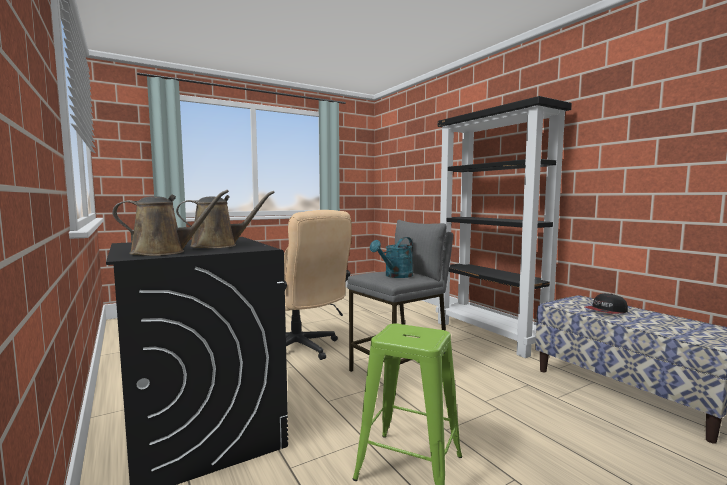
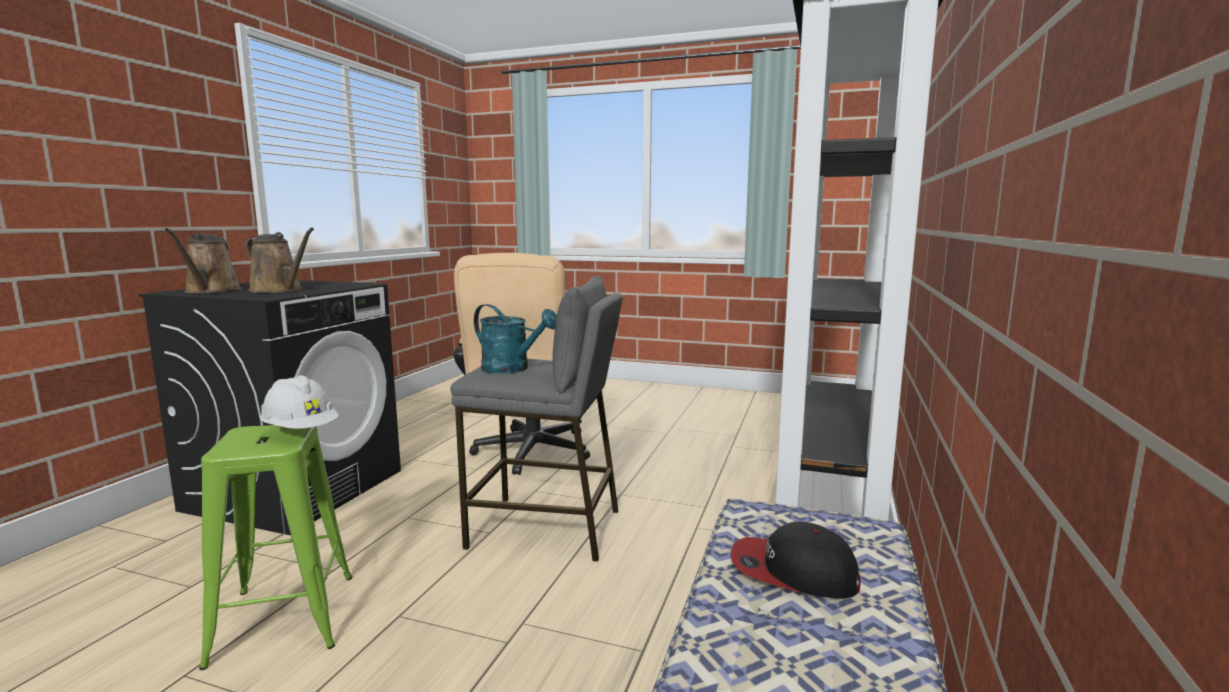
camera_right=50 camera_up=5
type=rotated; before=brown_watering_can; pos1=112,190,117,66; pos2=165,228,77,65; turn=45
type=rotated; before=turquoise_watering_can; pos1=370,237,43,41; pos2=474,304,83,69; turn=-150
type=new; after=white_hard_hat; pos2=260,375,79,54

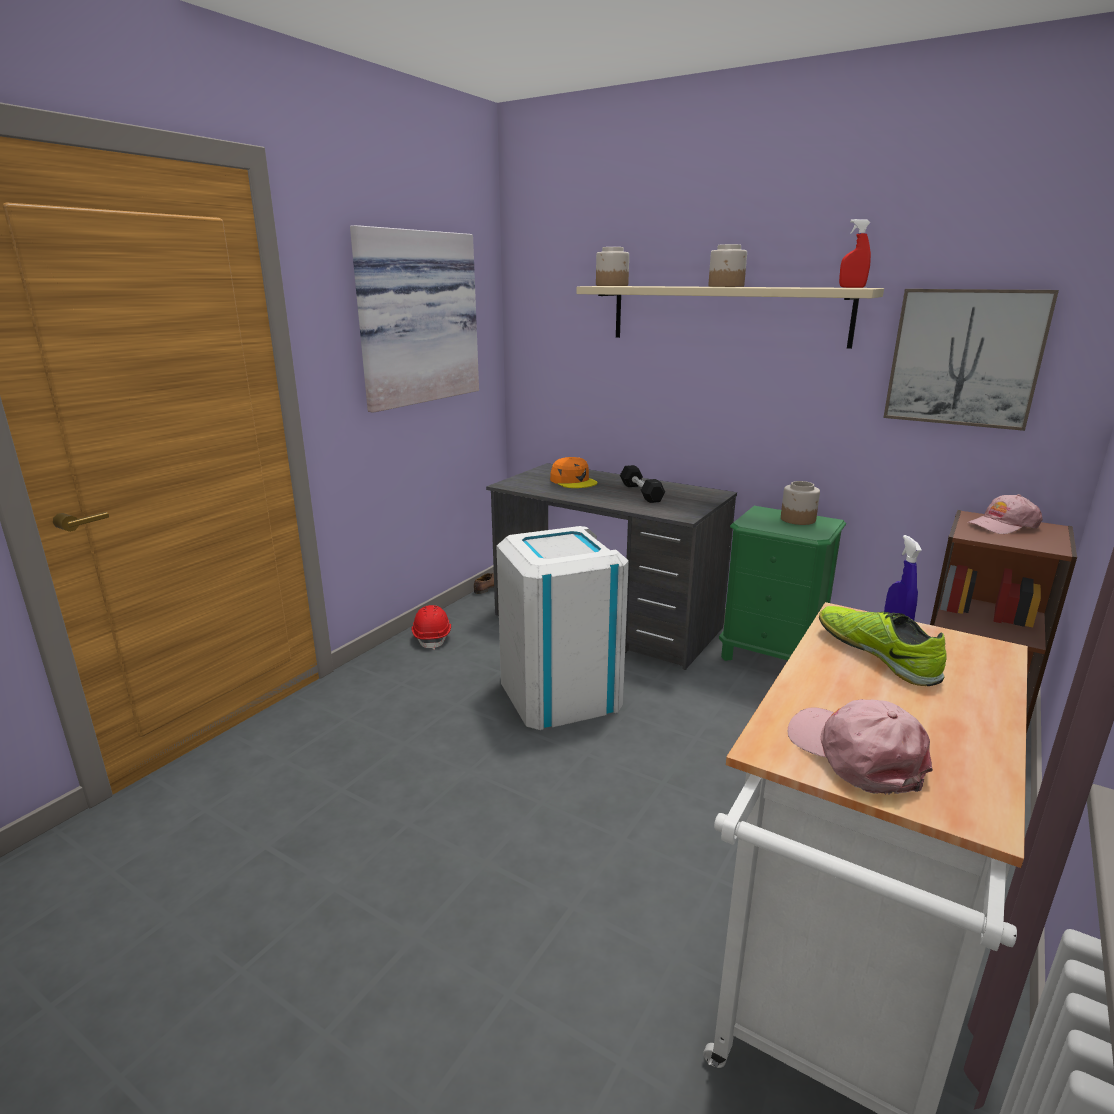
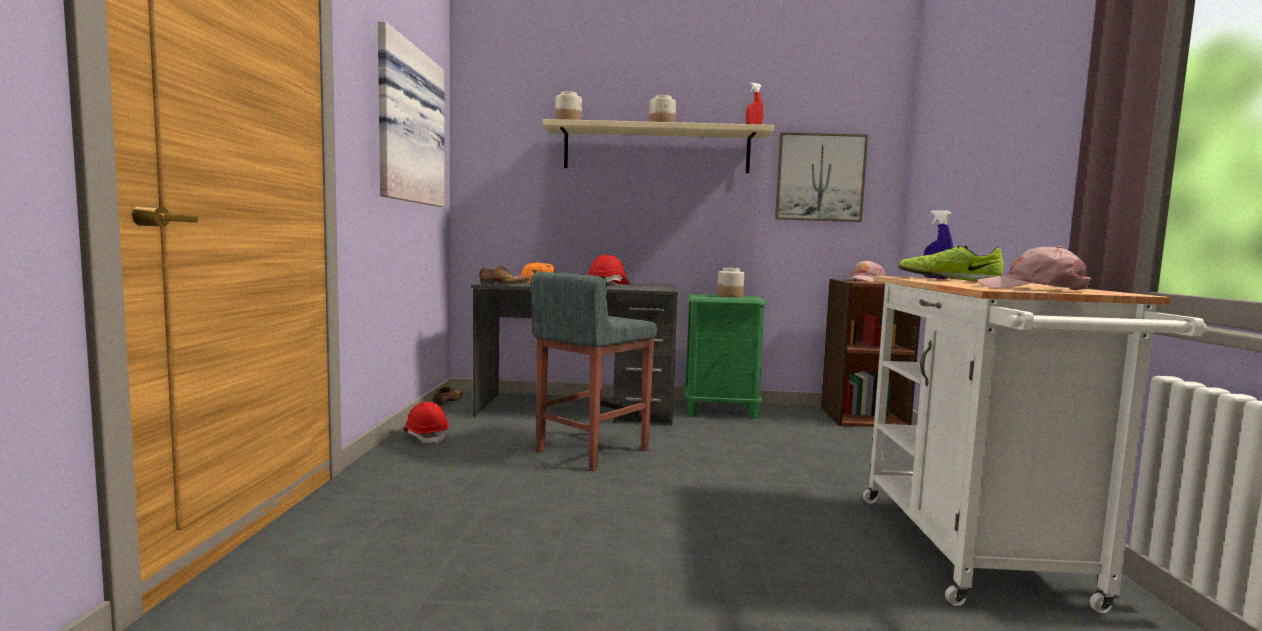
camera_right=-30 camera_up=-15
type=swapped; before=white_trash_can; after=grey_stool; pos1=496,526,133,204; pos2=531,272,126,199
type=swapped; before=black_dumbbell; after=red_hard_hat; pos1=620,465,45,38; pos2=588,255,42,30
type=new; after=shoe; pos2=479,266,50,18

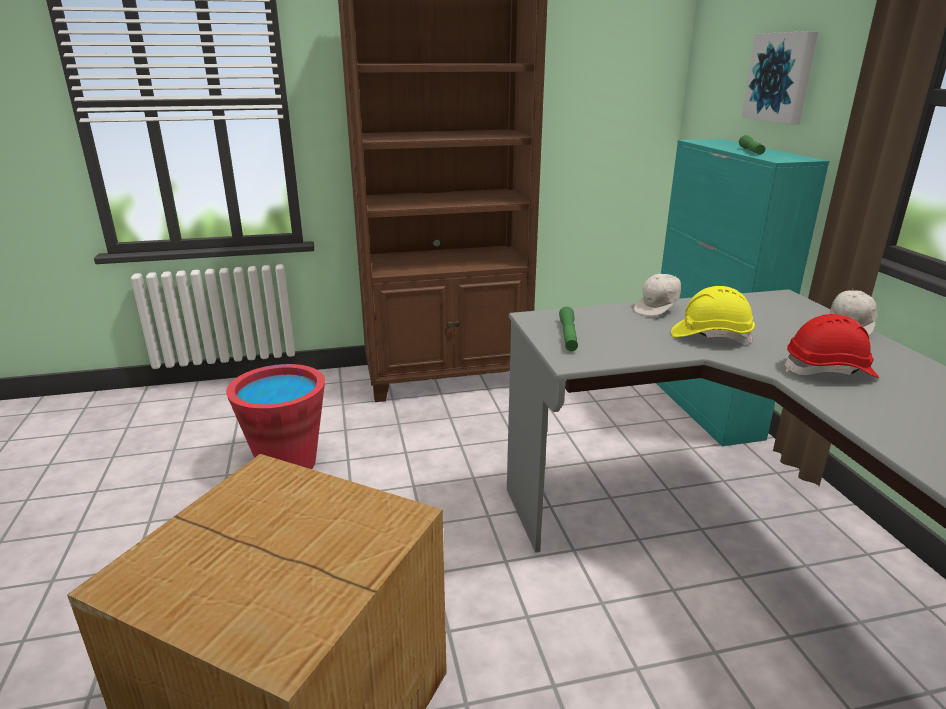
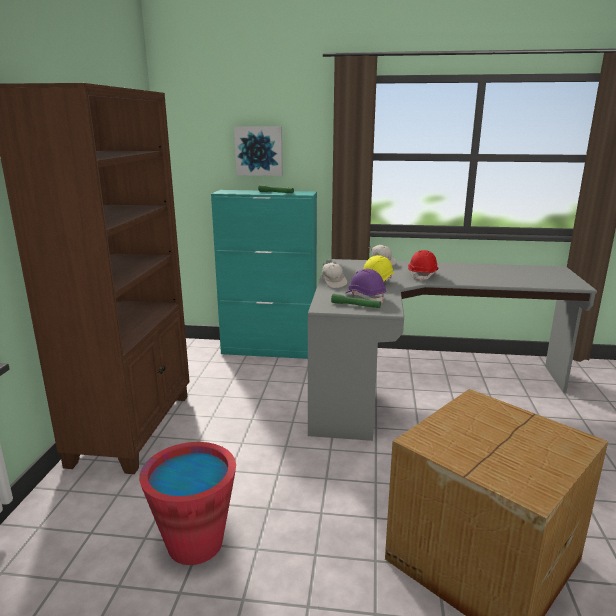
camera_right=-70 camera_up=-5
type=new; after=purple_hard_hat; pos2=346,269,40,34

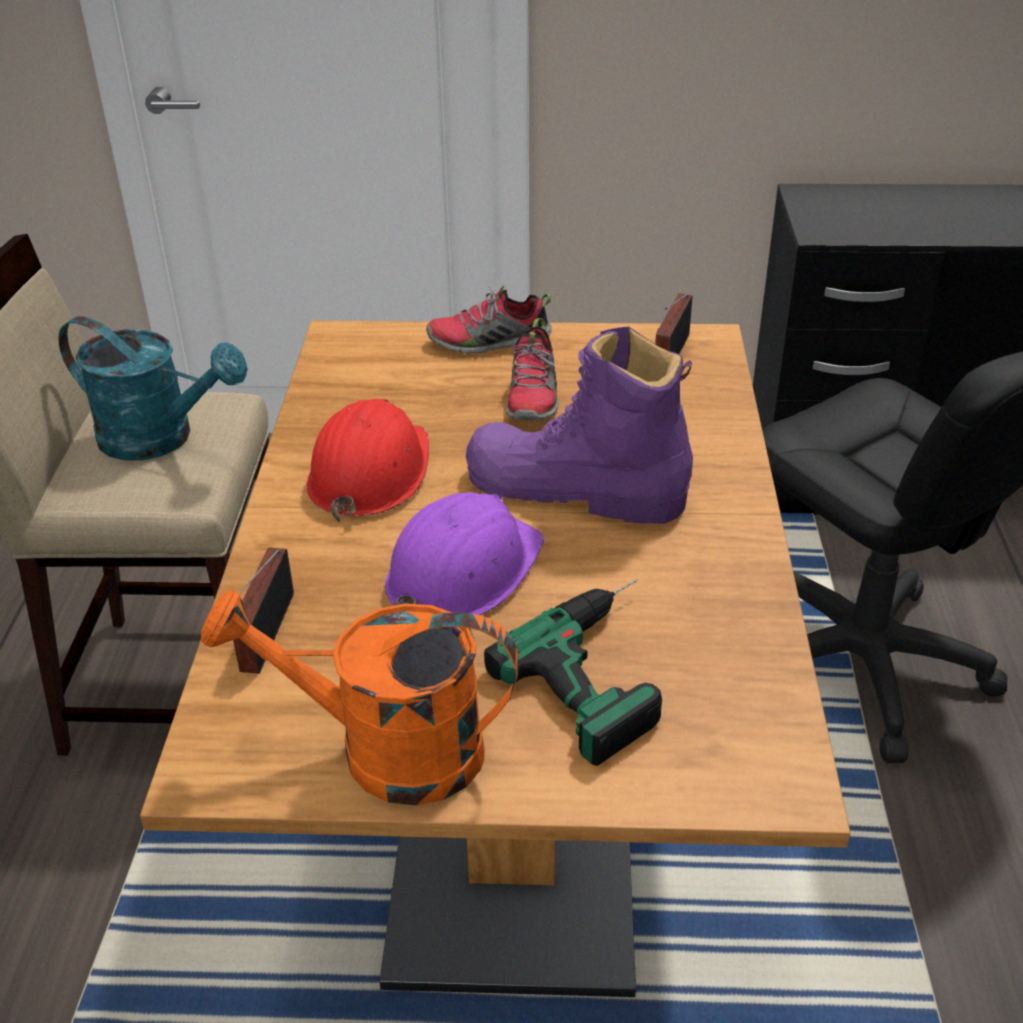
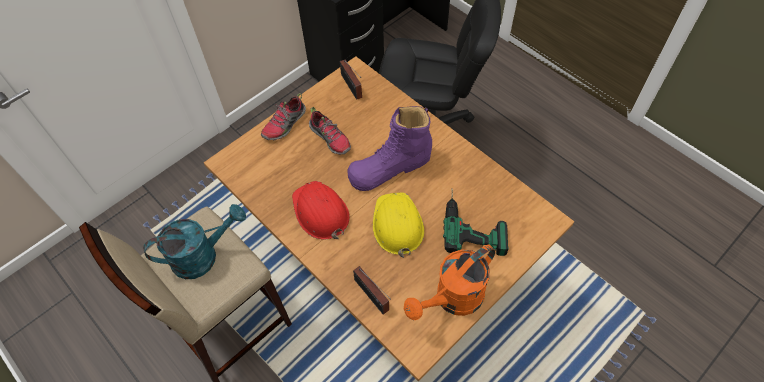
camera_right=-45 camera_up=20
type=repainted; before=purple_hard_hat; after=yellow_hard_hat; pos1=385,492,159,123; pos2=373,192,51,66

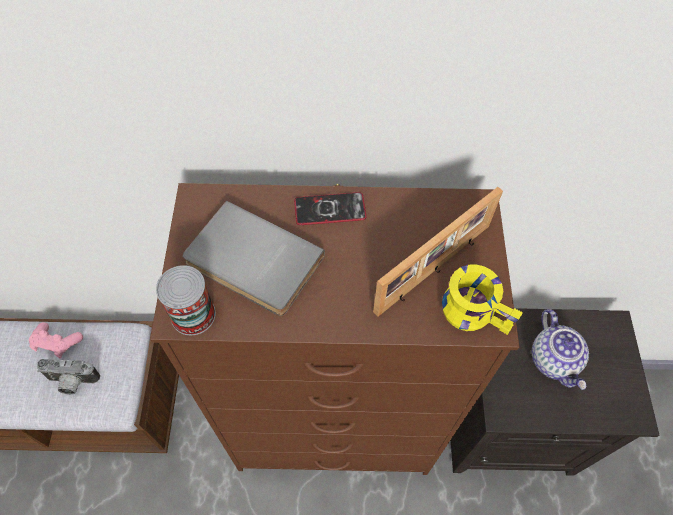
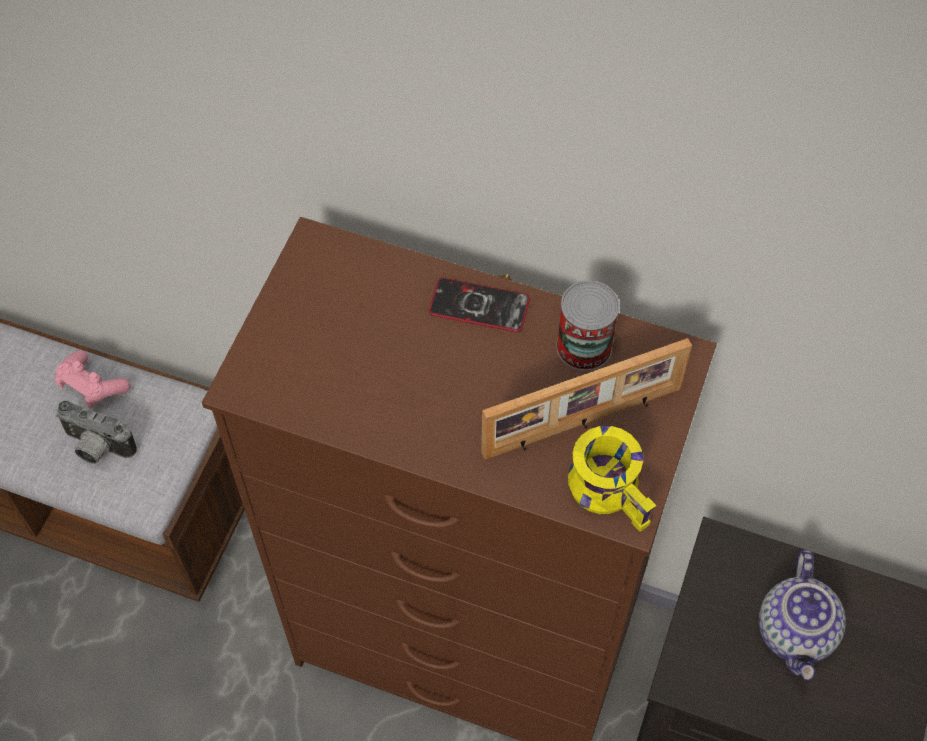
camera_right=20 camera_up=0
type=shifted; before=can; pos1=156,265,60,70; pos2=556,280,64,91
type=gone; before=grey_book; pos1=183,201,142,115

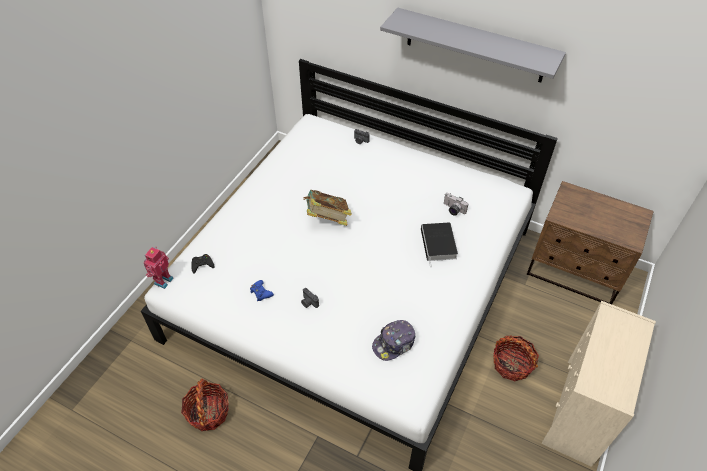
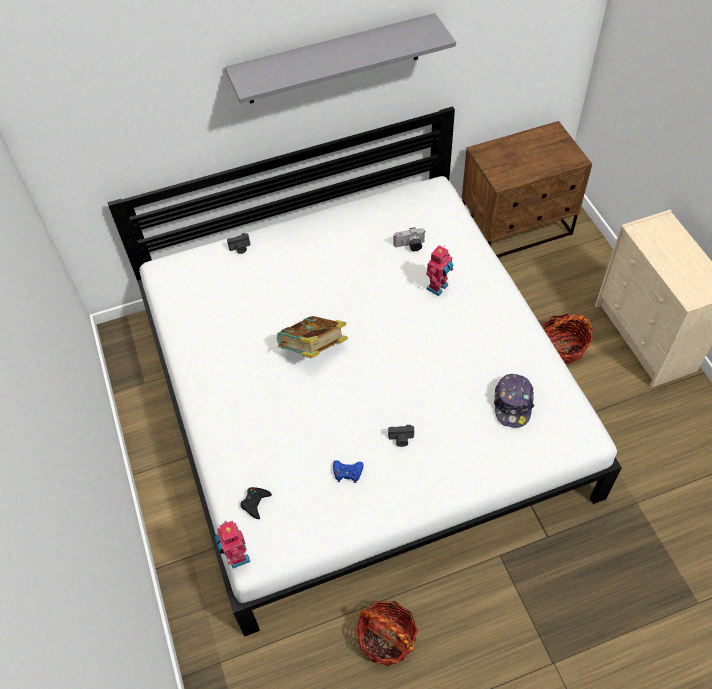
camera_right=-45 camera_up=5
type=swapped; before=book; after=toy_robot; pos1=421,222,37,45; pos2=426,245,27,51

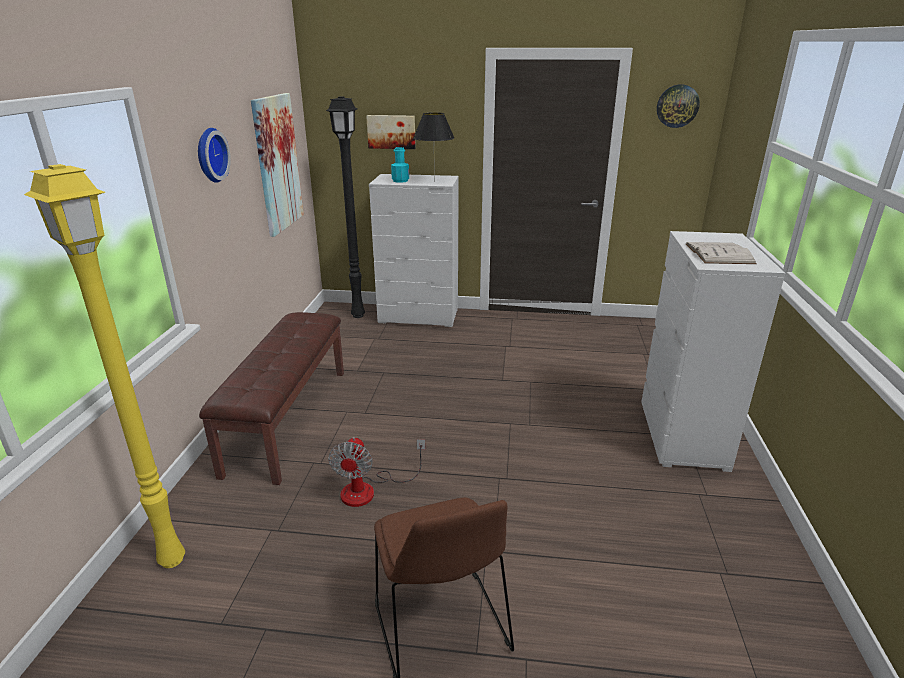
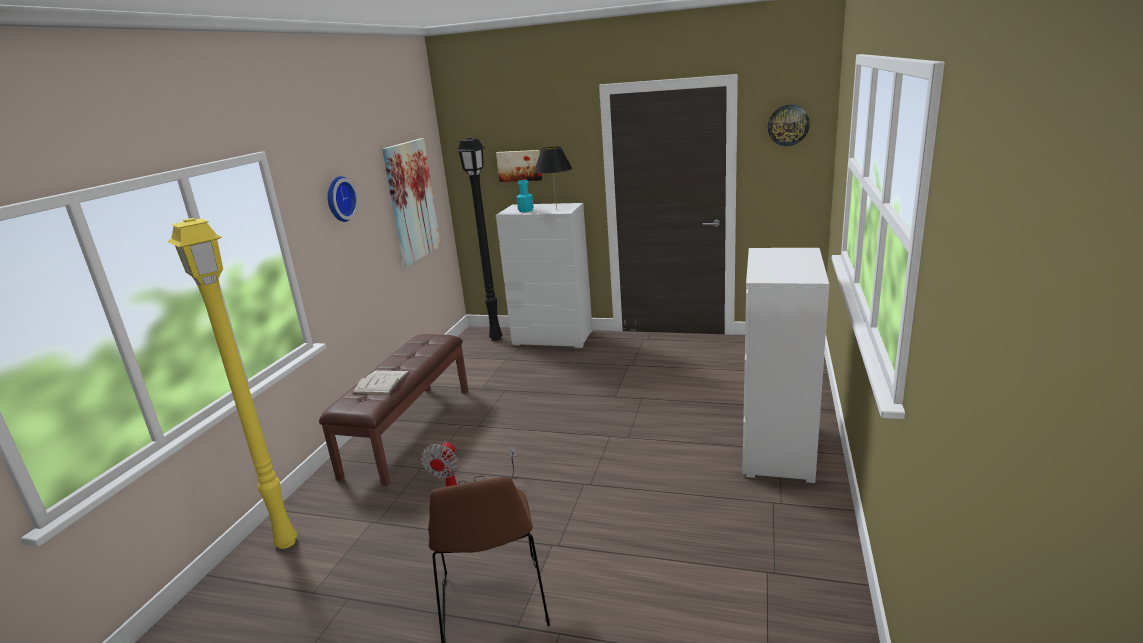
camera_right=10 camera_up=-5
type=shifted; before=white_book; pos1=685,242,72,22; pos2=352,370,58,25

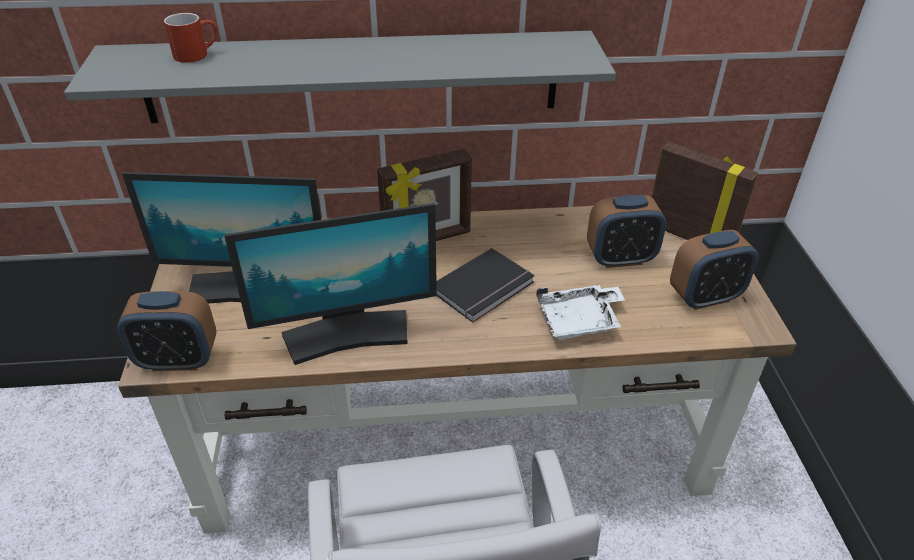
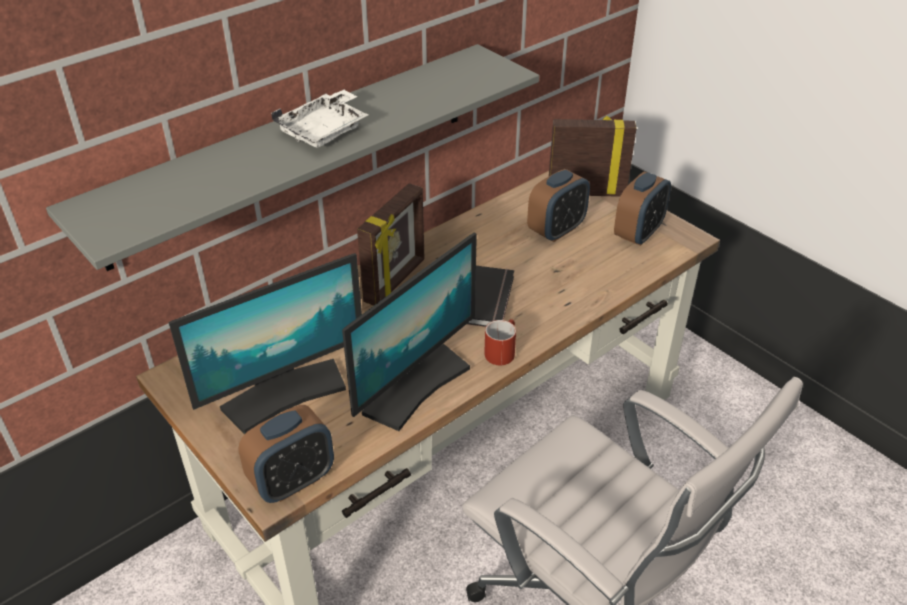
camera_right=-35 camera_up=0
type=shifted; before=red_mug; pos1=164,13,54,50; pos2=484,319,32,46
type=shifted; before=white_tray; pos1=536,285,89,55; pos2=271,90,97,58

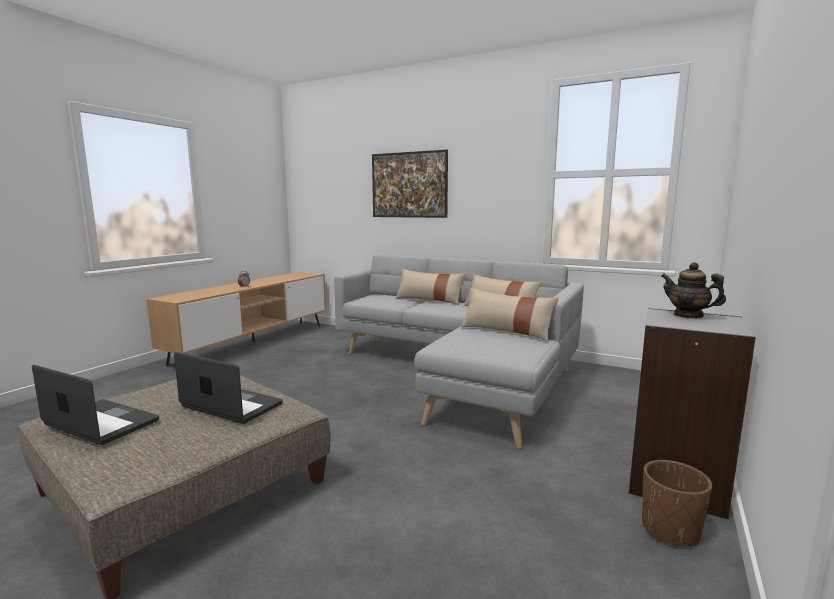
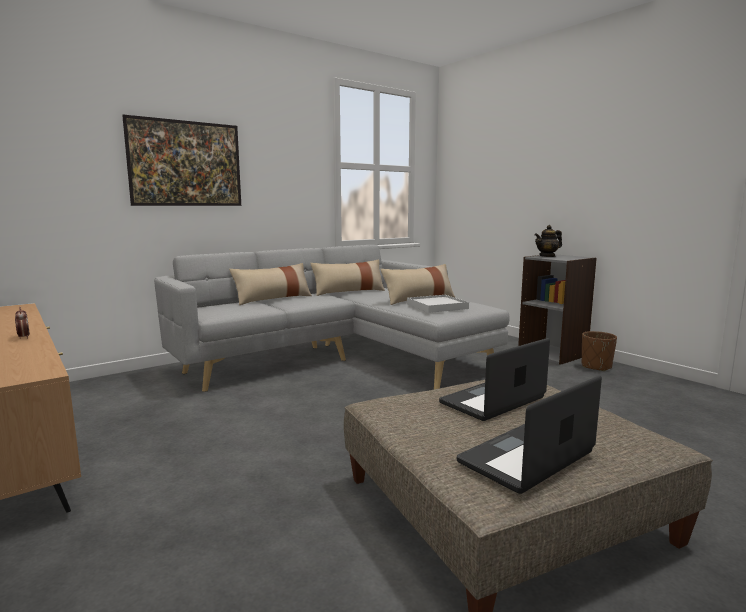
camera_right=-65 camera_up=0
type=new; after=white_tray; pos2=407,295,62,18

